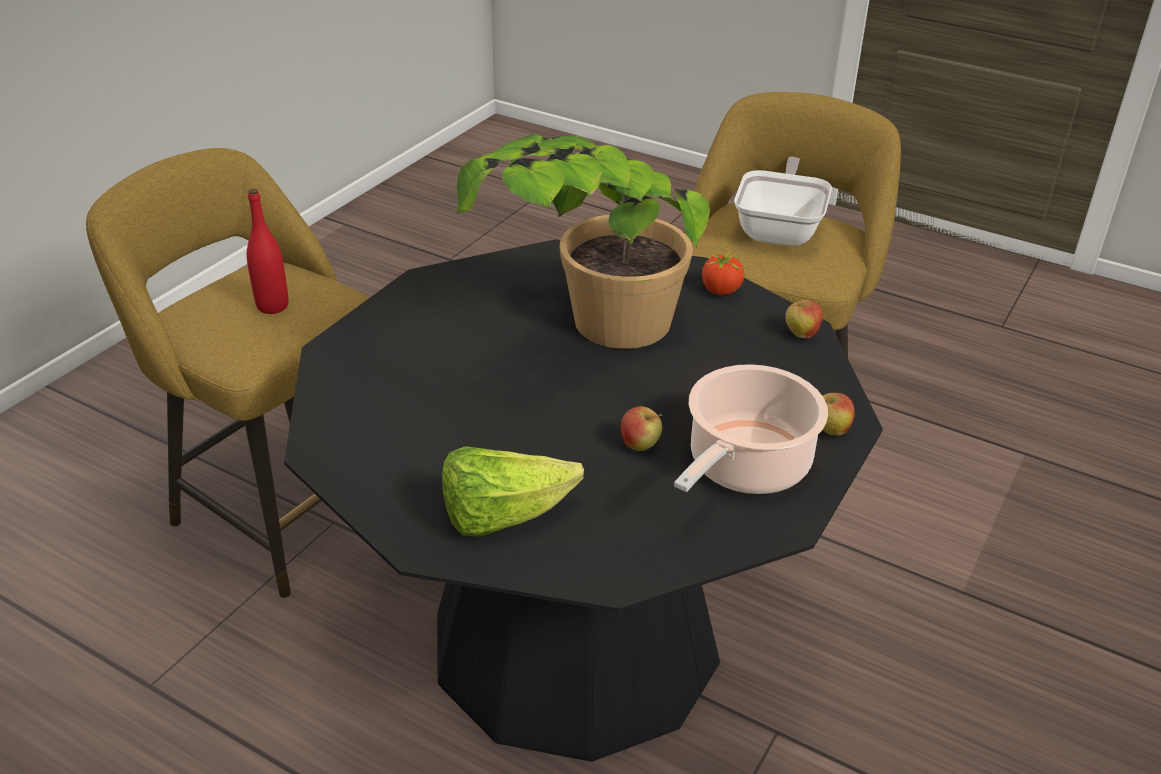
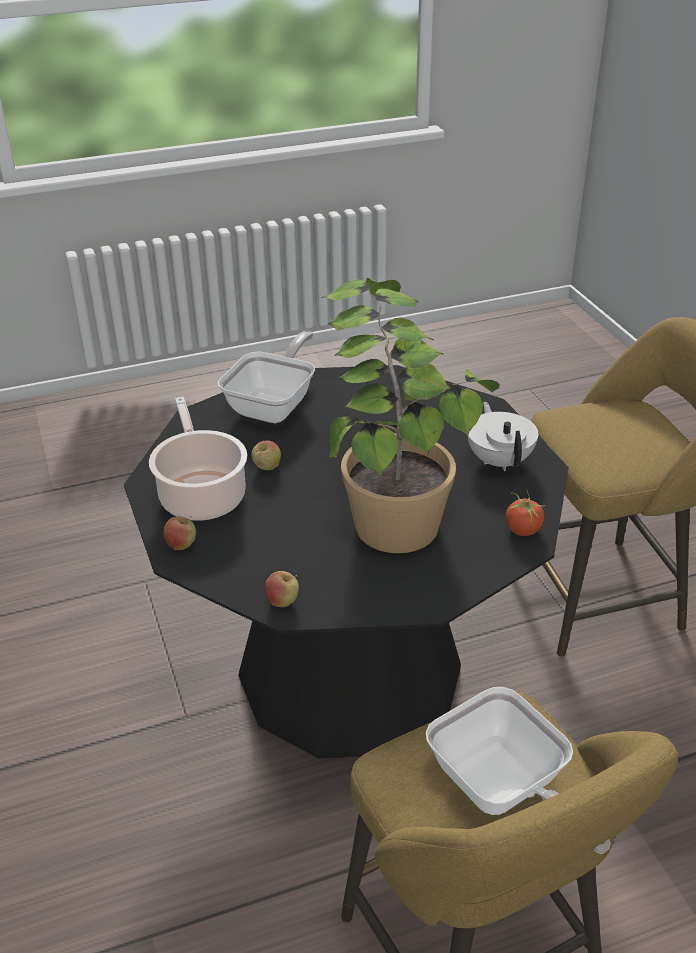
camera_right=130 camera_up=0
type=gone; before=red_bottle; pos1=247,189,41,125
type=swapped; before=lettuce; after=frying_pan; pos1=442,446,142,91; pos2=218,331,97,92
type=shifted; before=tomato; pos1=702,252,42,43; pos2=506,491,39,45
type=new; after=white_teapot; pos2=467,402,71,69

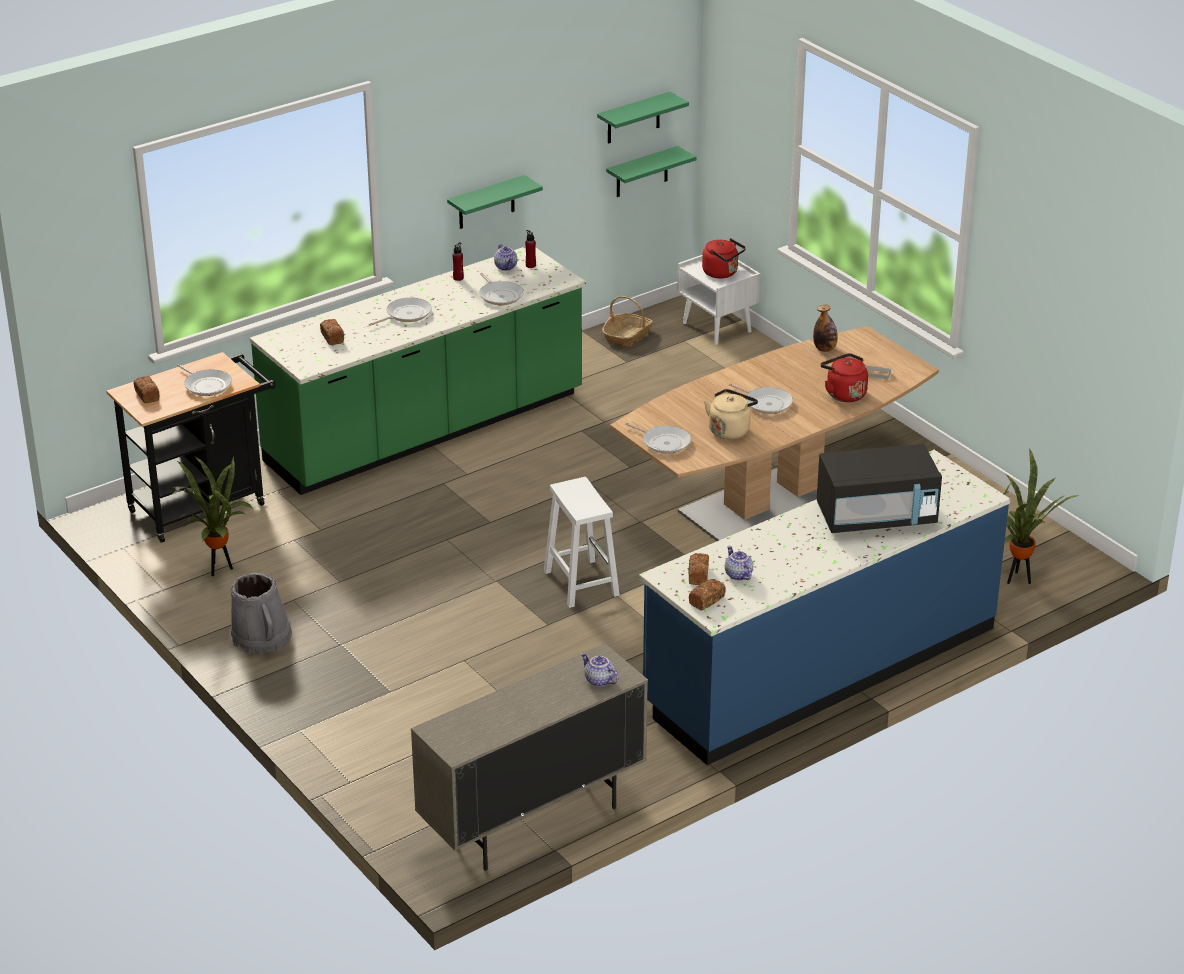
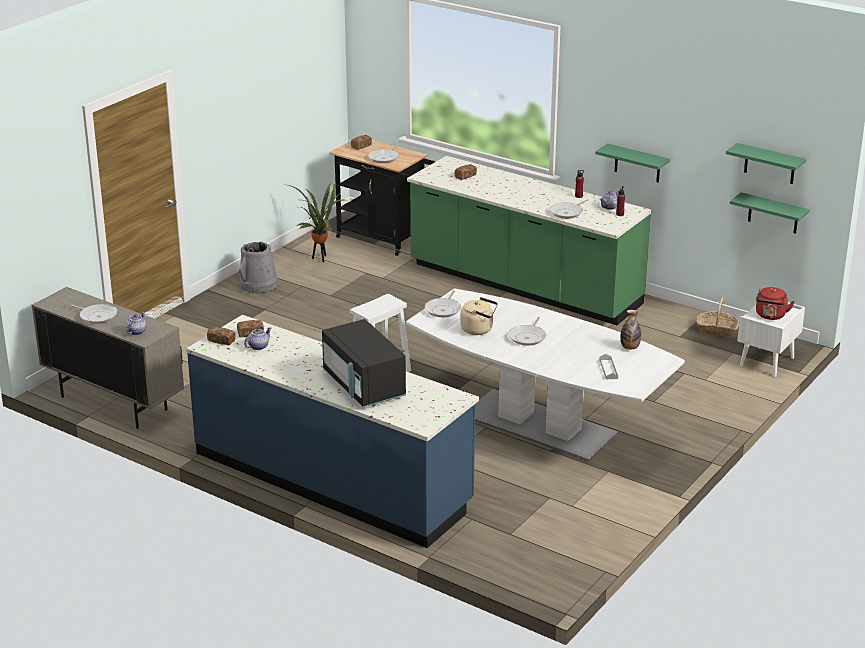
camera_right=70 camera_up=-5
type=shifted; before=frying_pan; pos1=369,298,63,28; pos2=68,304,49,20
type=repainted; before=brown_dining_table; after=white_dining_table; pos1=610,326,329,215; pos2=406,288,279,173
type=gone; before=red_kettle; pos1=821,353,47,49
type=gone; before=potted_plant; pos1=1004,449,74,135

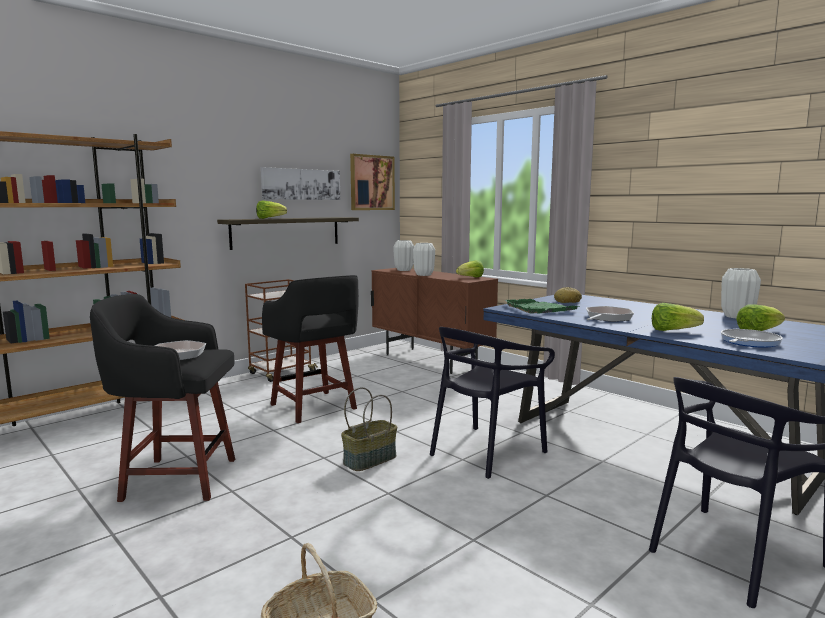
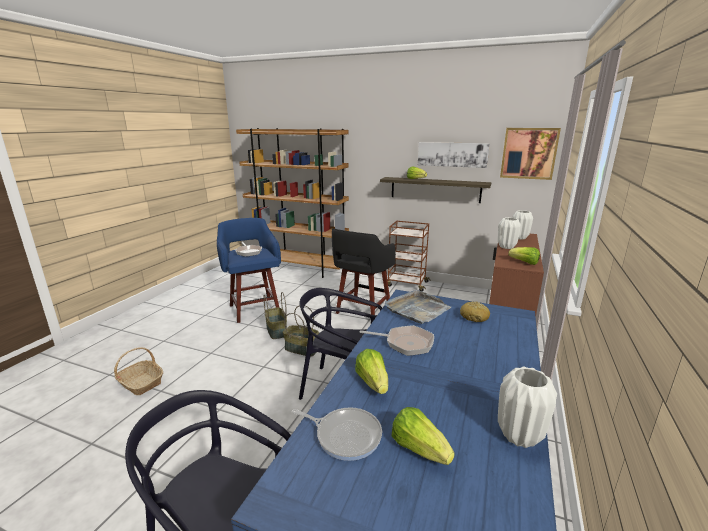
camera_right=65 camera_up=10
type=repainted; before=black_stool; after=blue_stool; pos1=90,294,145,208; pos2=217,218,64,105
type=repainted; before=green_tray; after=grey_tray; pos1=505,299,73,15; pos2=384,290,67,34
type=new; after=basket; pos2=264,292,23,47

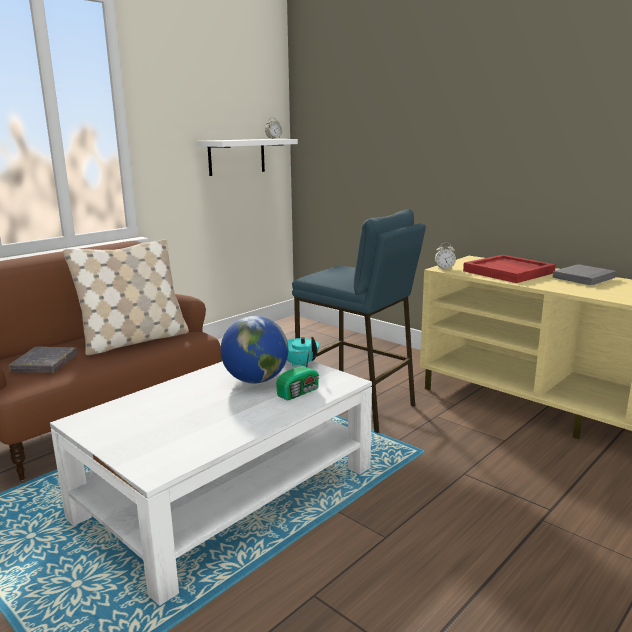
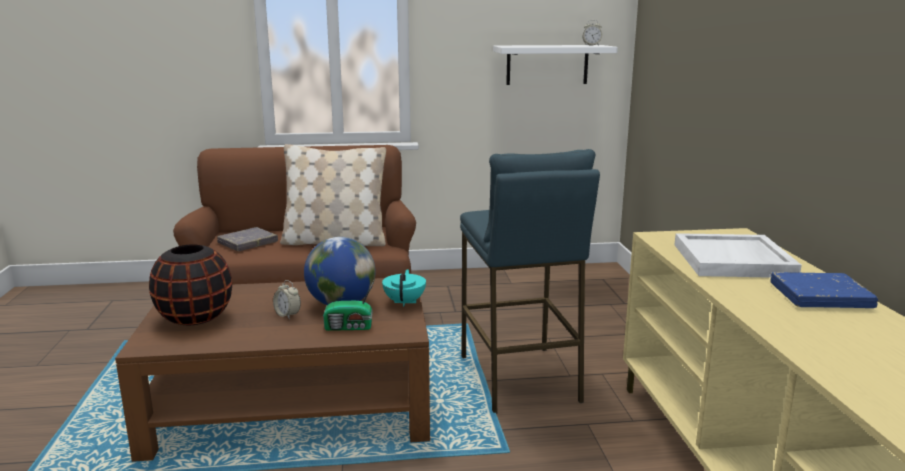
camera_right=40 camera_up=0
type=repainted; before=white_coffee_table; after=brown_coffee_table; pos1=50,361,322,245; pos2=115,278,315,184
type=shifted; before=alarm_clock; pos1=435,243,21,27; pos2=273,280,28,39
type=repainted; before=red_tray; after=white_tray; pos1=463,255,93,28; pos2=674,233,128,45
type=repainted; before=grey_book; after=blue_book; pos1=553,264,63,21; pos2=770,272,108,36
type=new; after=black_vase; pos2=149,244,83,81

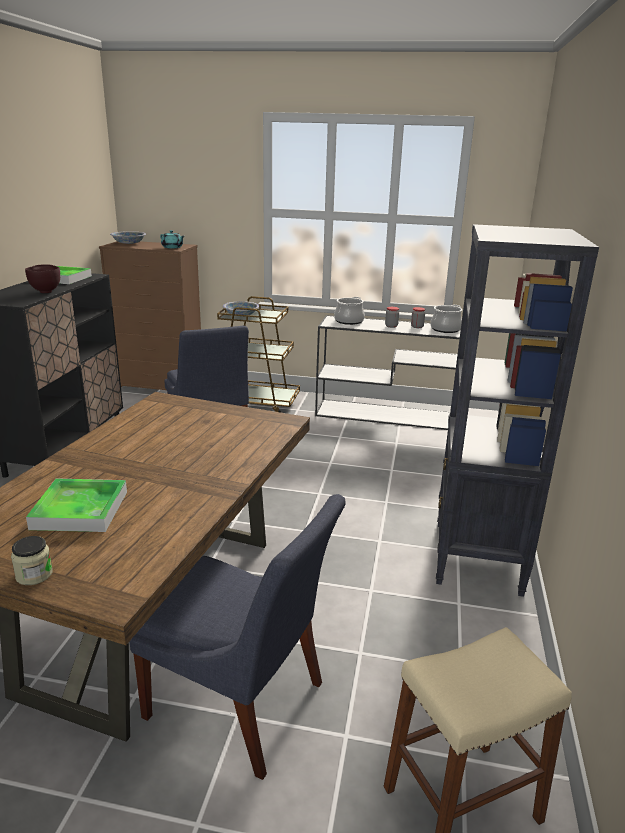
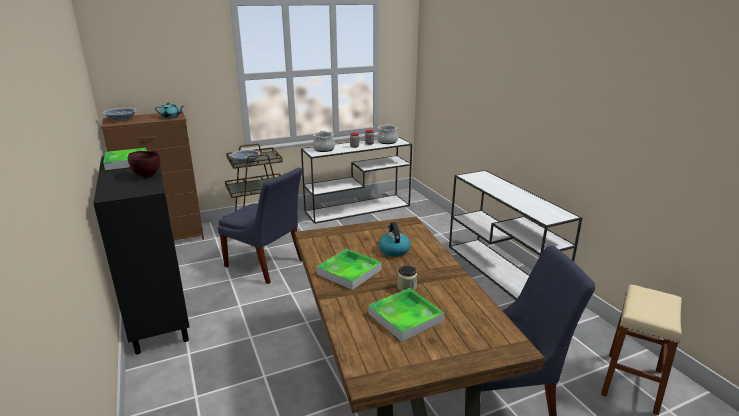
camera_right=-35 camera_up=0
type=shifted; before=jar; pos1=11,536,42,49; pos2=397,265,20,26
type=swapped; before=black_bookcase; after=white_console_table; pos1=436,224,163,373; pos2=449,170,133,130
type=new; after=tray; pos2=316,249,66,41
type=new; after=kettle; pos2=379,222,32,35

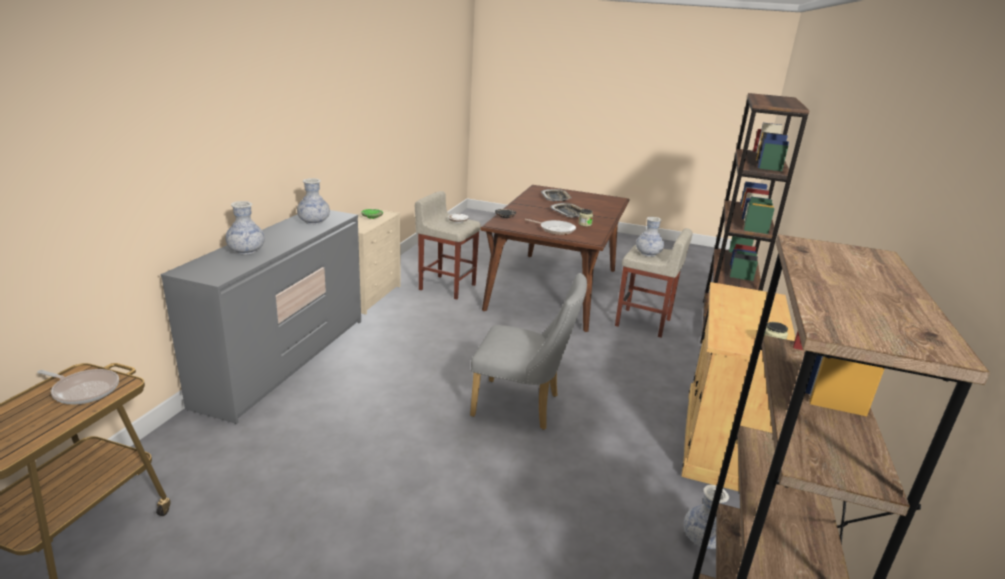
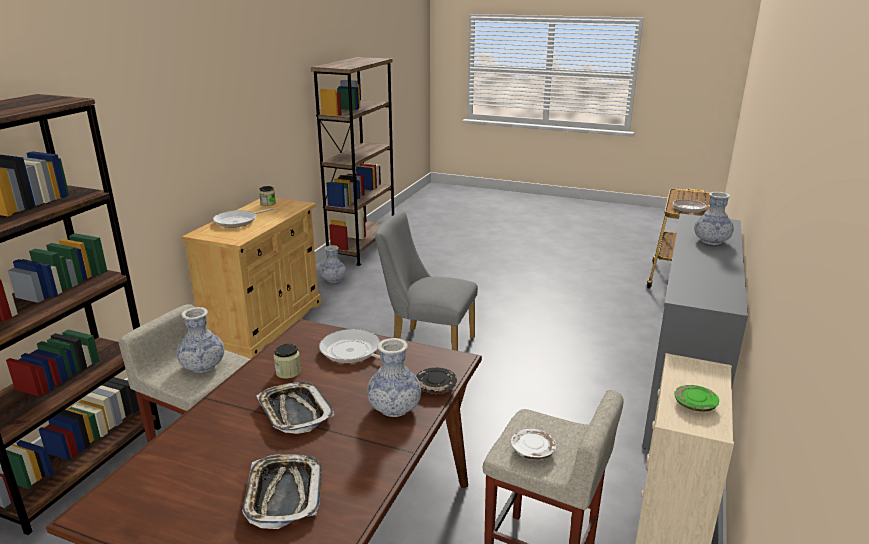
camera_right=-175 camera_up=0
type=shifted; before=vase; pos1=297,178,33,47; pos2=367,338,54,79
type=new; after=frying_pan; pos2=213,208,61,20

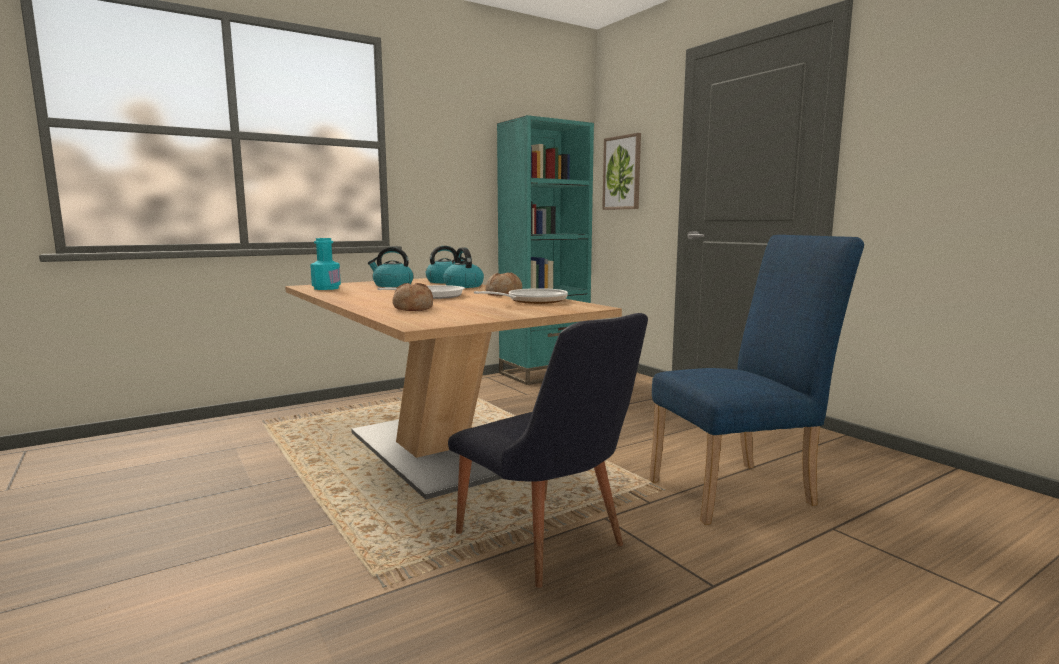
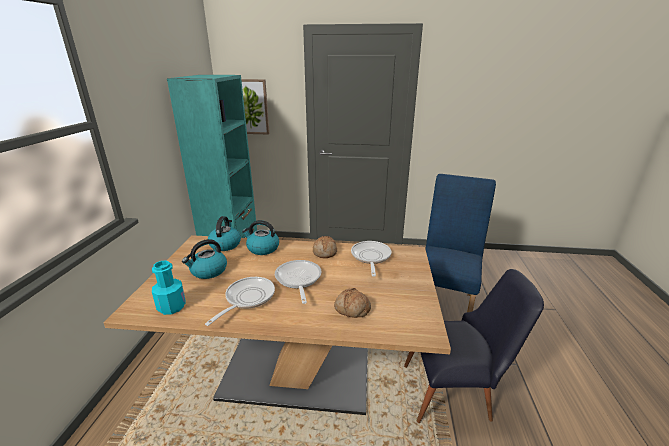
camera_right=-50 camera_up=15
type=new; after=frying_pan; pos2=205,277,70,49

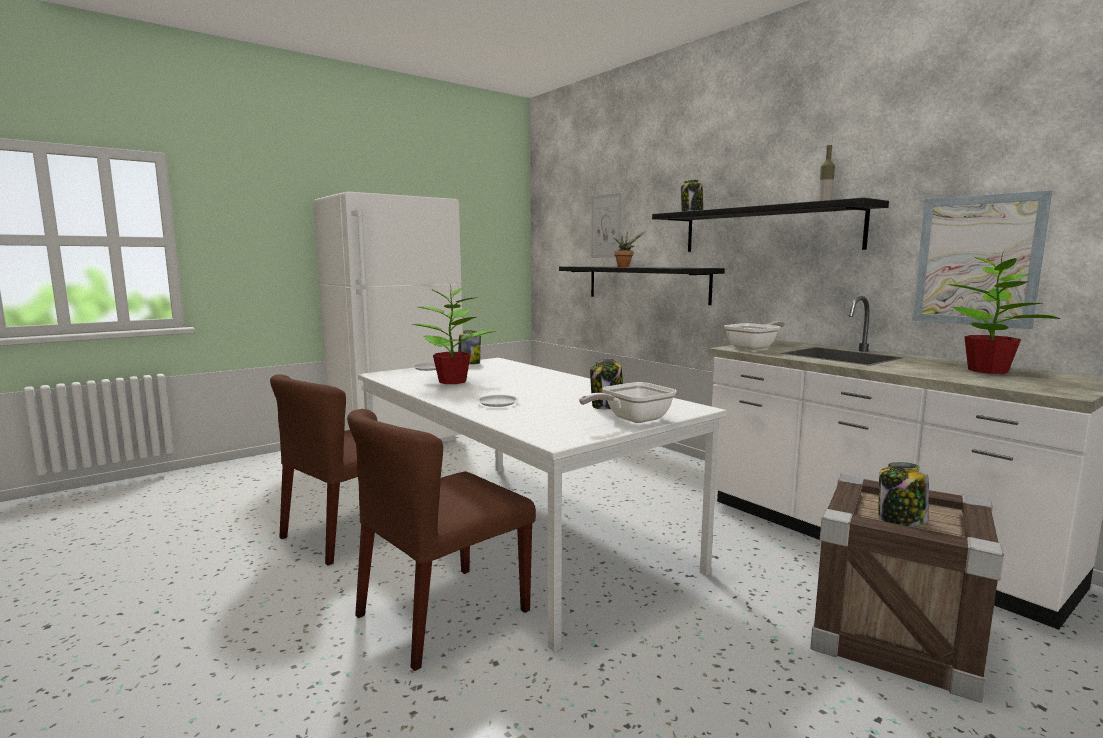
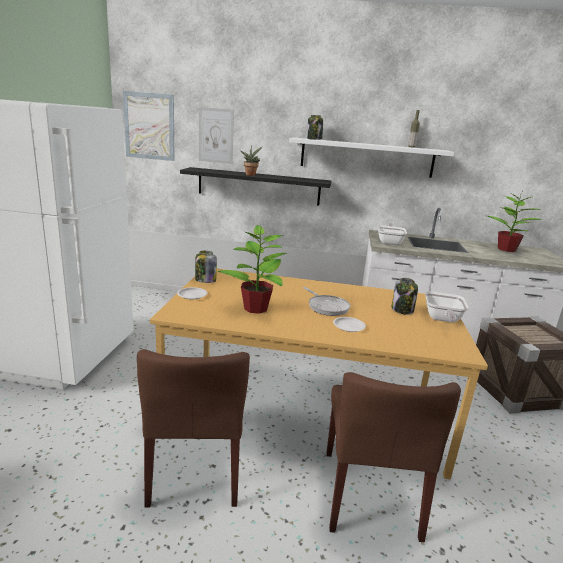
camera_right=-45 camera_up=10
type=repainted; before=white_dining_table; after=orange_dining_table; pos1=358,358,368,294; pos2=150,269,338,211
type=repainted; before=black_shelf; after=white_shelf; pos1=652,198,237,54; pos2=289,138,165,40
type=gone; before=jar; pos1=879,462,50,64
type=shifted; before=picture; pos1=912,190,140,139; pos2=123,91,52,70
type=new; after=frying_pan; pos2=303,287,47,29

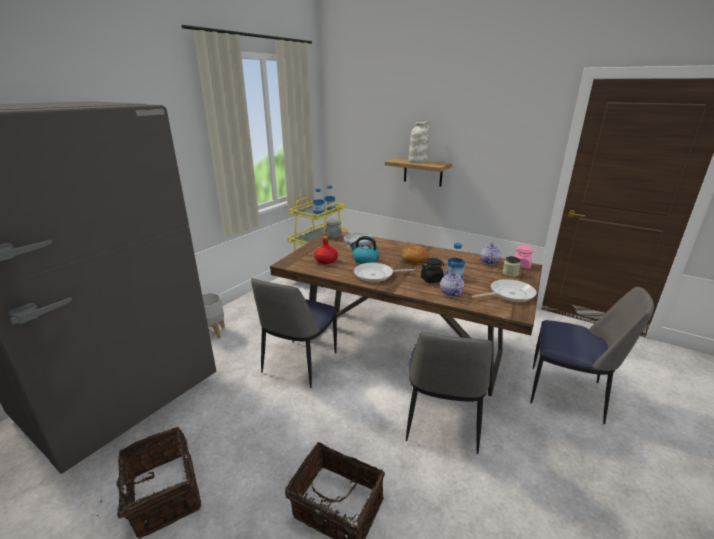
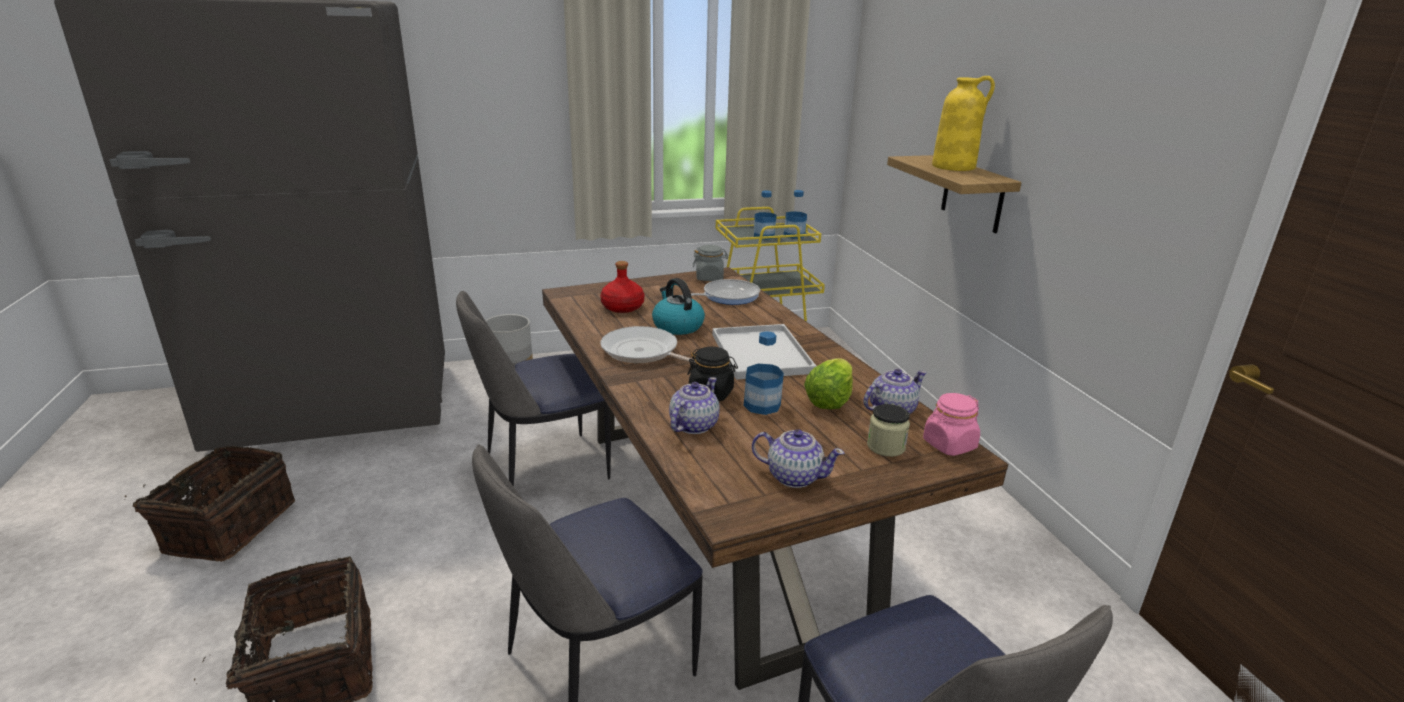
camera_right=40 camera_up=0
type=swapped; before=bread; after=white_tray; pos1=401,245,28,18; pos2=713,324,103,56
type=repainted; before=white_vase; after=yellow_vase; pos1=409,121,21,42; pos2=932,76,63,95
type=swapped; before=frying_pan; after=teapot; pos1=472,279,65,23; pos2=752,429,93,59
type=new; after=lettuce; pos2=804,359,49,50

